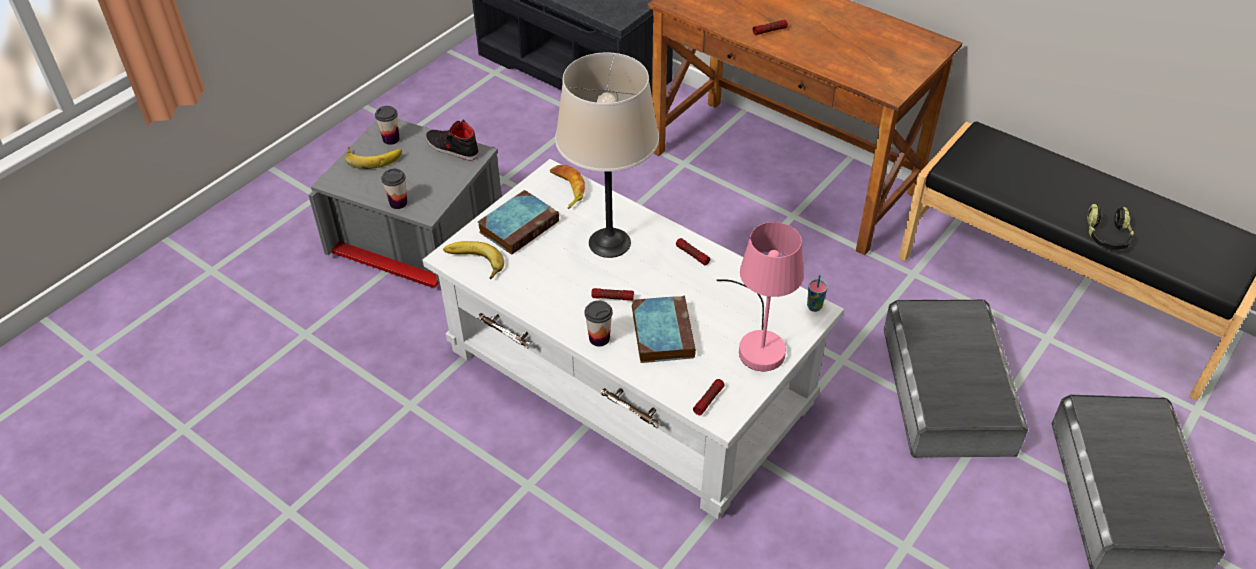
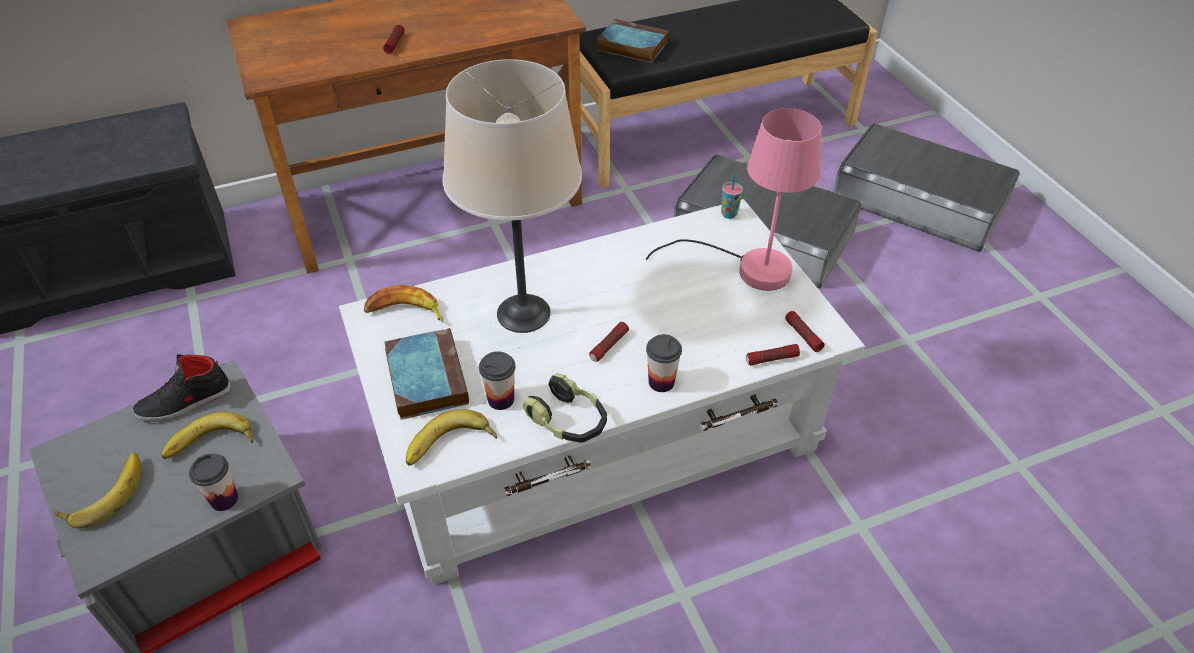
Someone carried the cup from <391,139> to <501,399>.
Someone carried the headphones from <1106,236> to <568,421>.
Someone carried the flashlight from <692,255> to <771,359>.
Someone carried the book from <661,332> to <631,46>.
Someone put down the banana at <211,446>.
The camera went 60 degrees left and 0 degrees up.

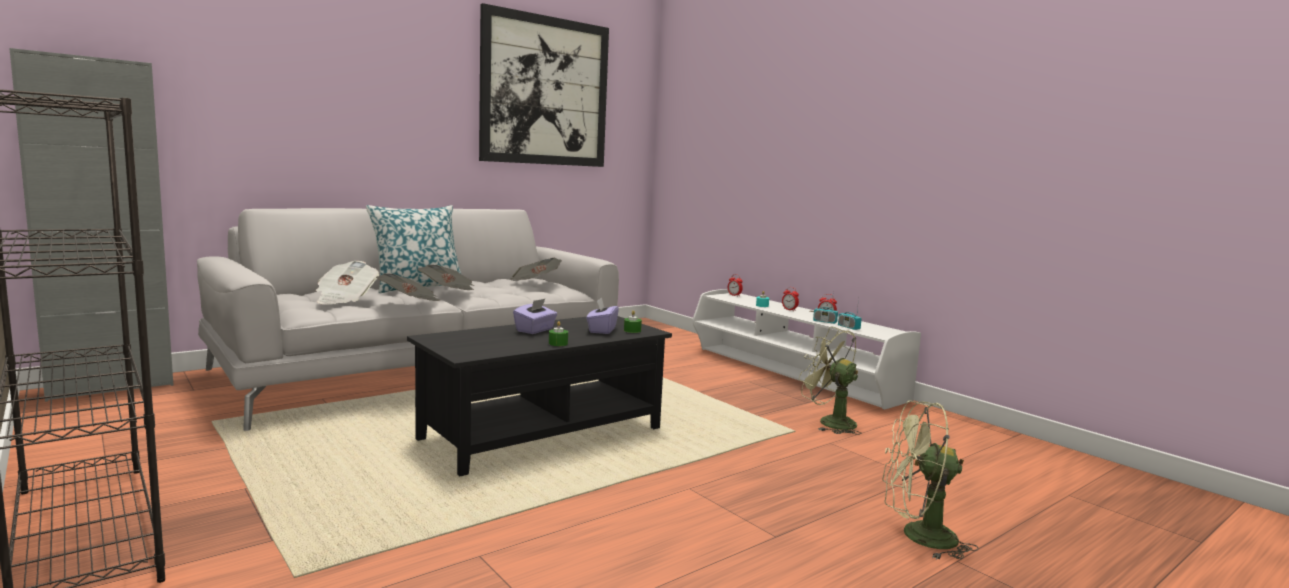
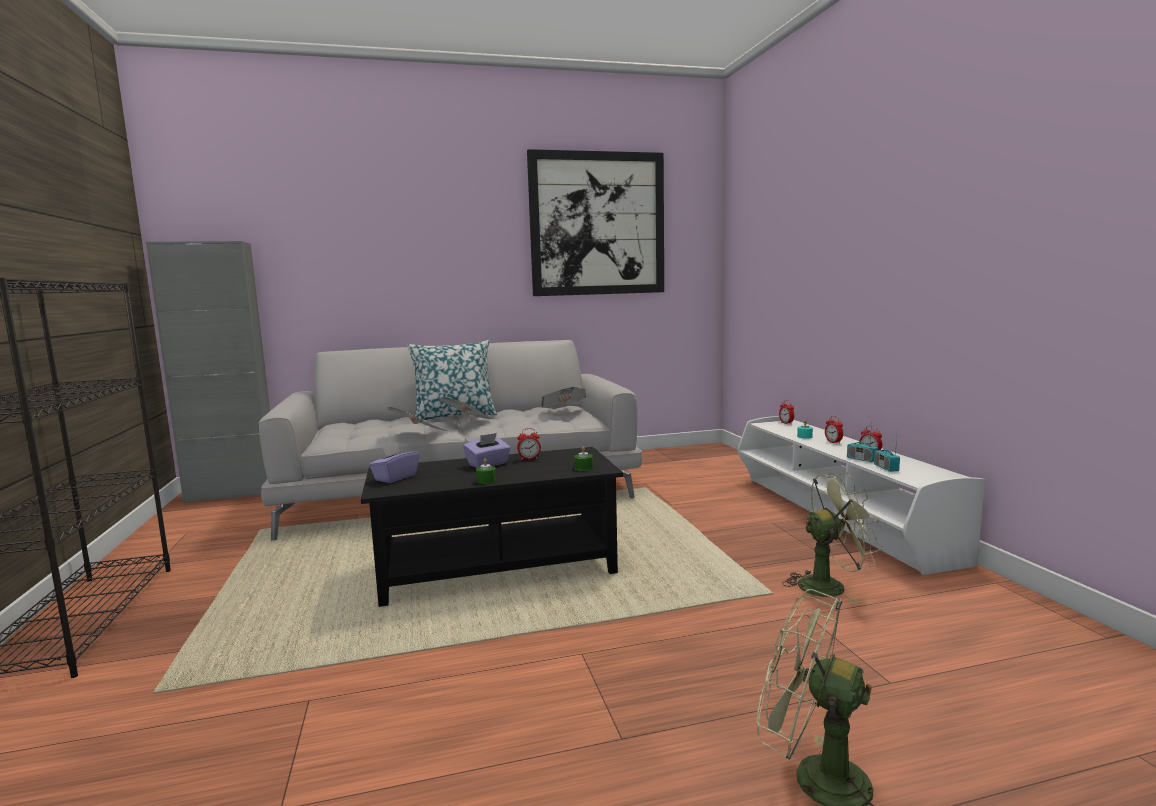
Someone took away the newspaper at <345,299>.
Someone carried the tissue box (purple) from <602,330> to <395,477>.
Someone rotated the fan (green) at <829,422> by 105 degrees clockwise.
Someone put down the alarm clock at <529,458>.
The camera went 25 degrees right and 0 degrees up.

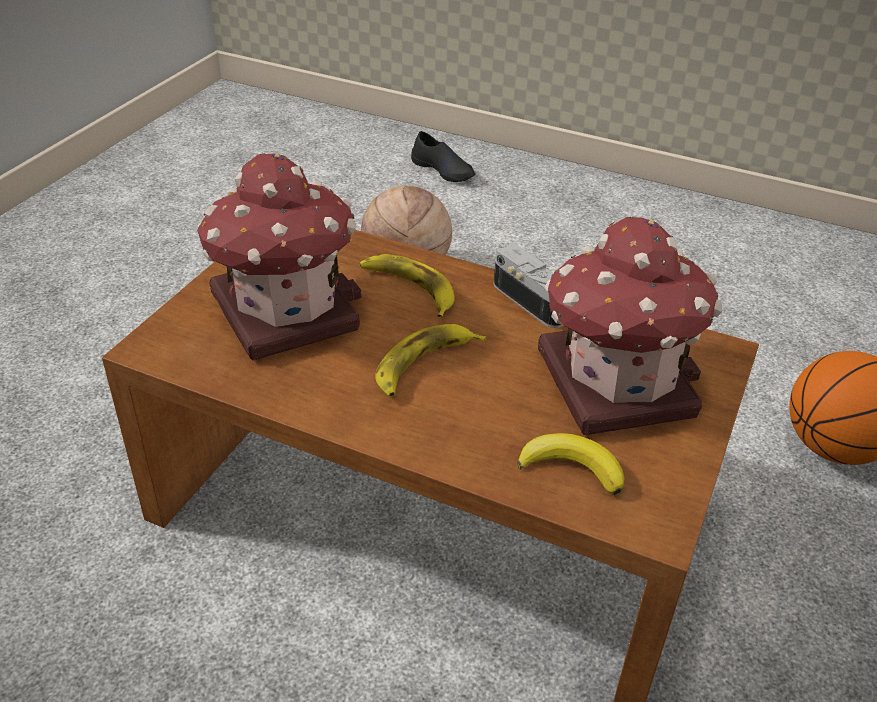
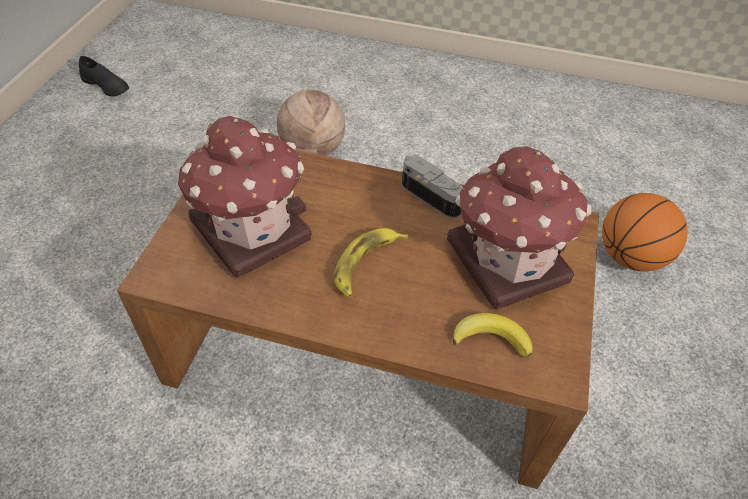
Someone carried the shoe (black) from <443,170> to <106,85>.
Someone took away the banana at <409,289>.
The camera went 10 degrees left and 10 degrees up.

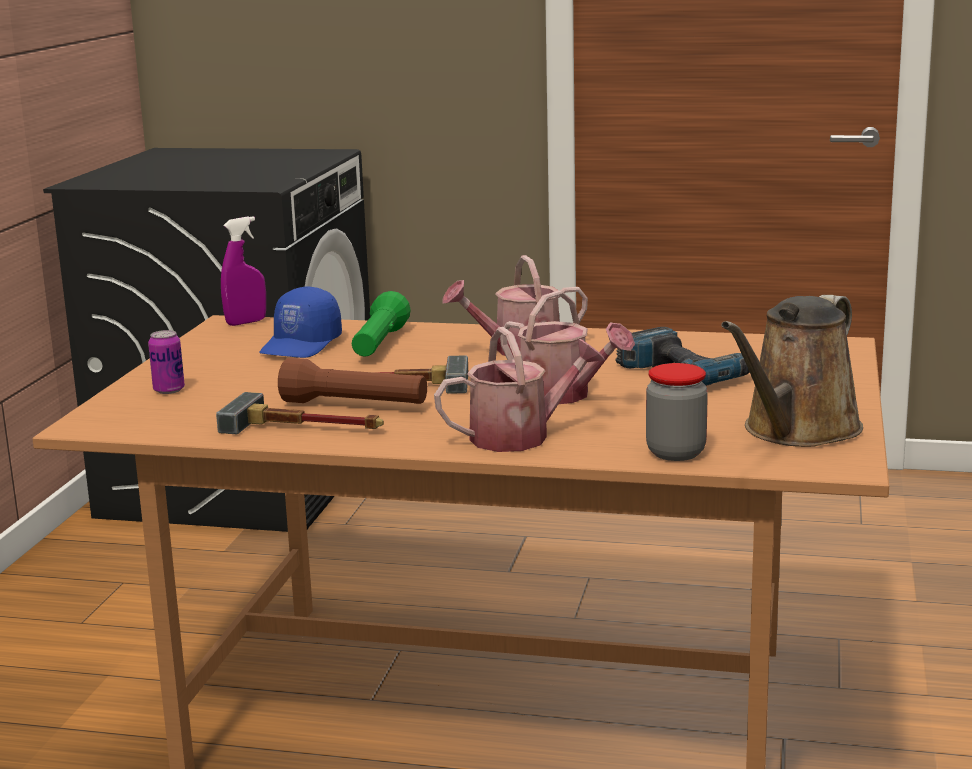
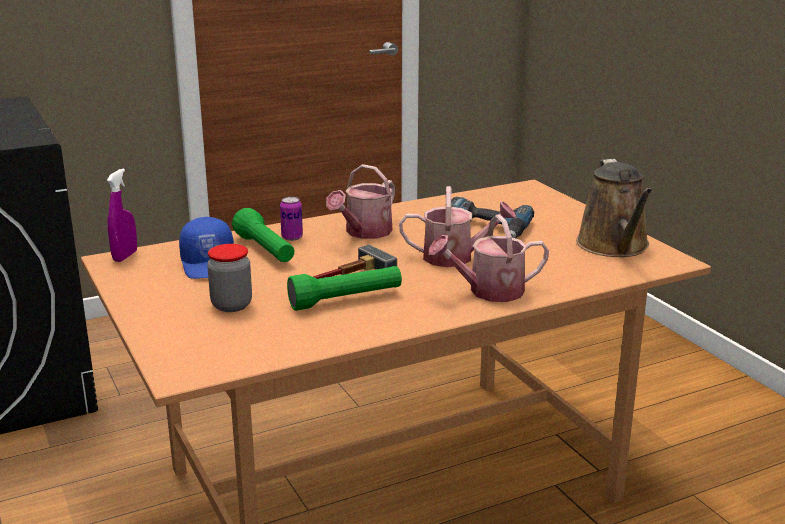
Someone rotated the watering can at <520,436> by 135 degrees counterclockwise.
Someone carried the can from <169,390> to <292,237>.
Someone repainted the flashlight (brown) at <355,405>, which became the flashlight (green) at <346,300>.
Someone carried the jar from <675,453> to <231,305>.
Someone took away the hammer at <306,427>.
The camera went 40 degrees left and 5 degrees up.

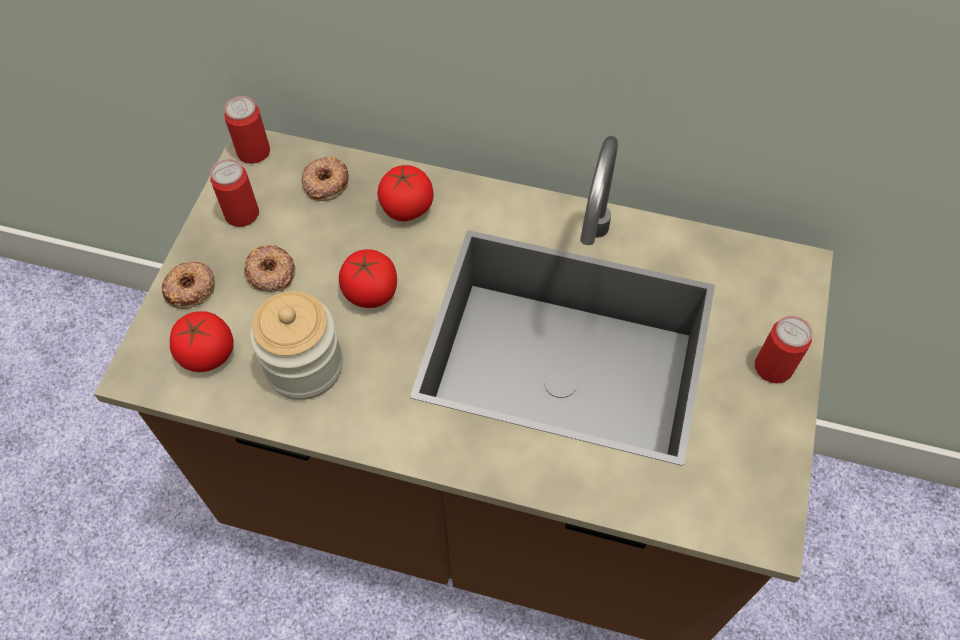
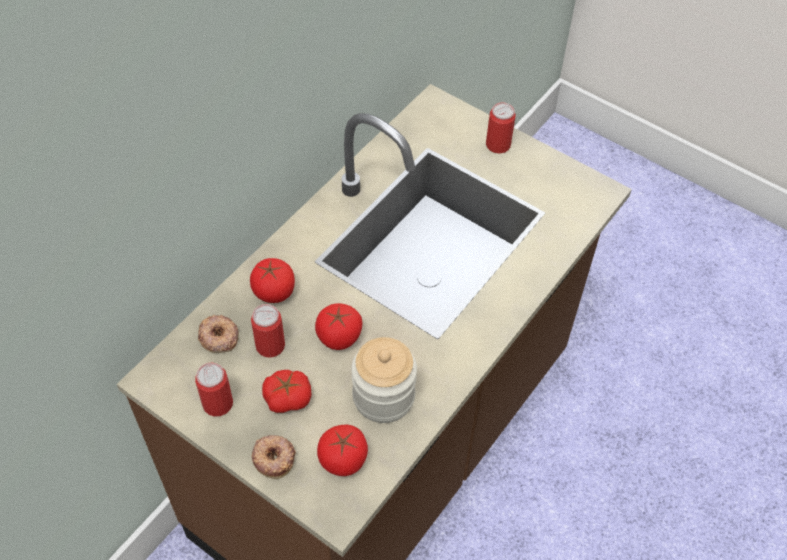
Someone carried the can from <253,152> to <270,345>.
Someone swapped the donut at <270,272> for the tomato at <287,397>.
The camera went 70 degrees left and 5 degrees down.

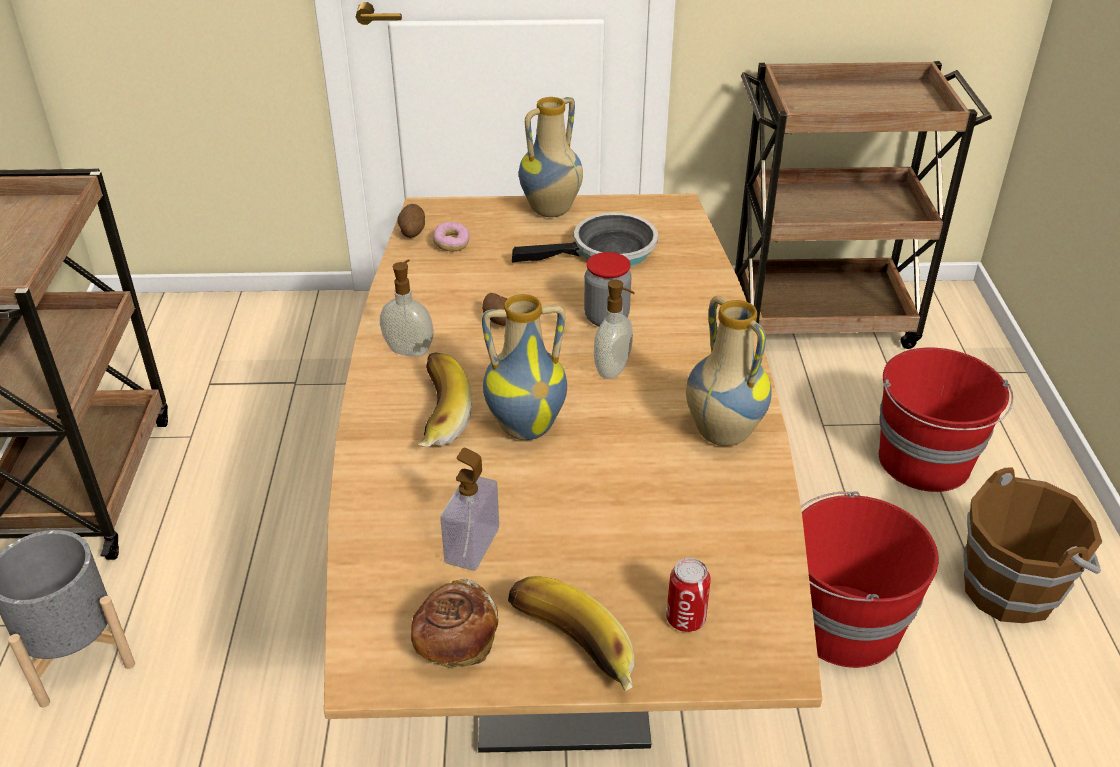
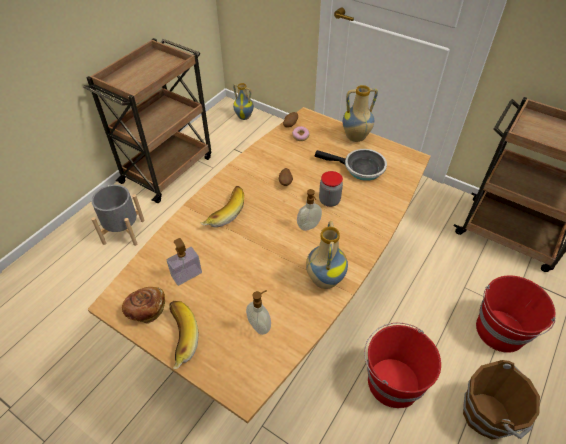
Someone carried the soap dispenser from <409,350> to <260,326>.
Someone carried the vase from <526,426> to <244,117>.
Someone took away the can at <685,619>.
The camera went 35 degrees right and 10 degrees up.

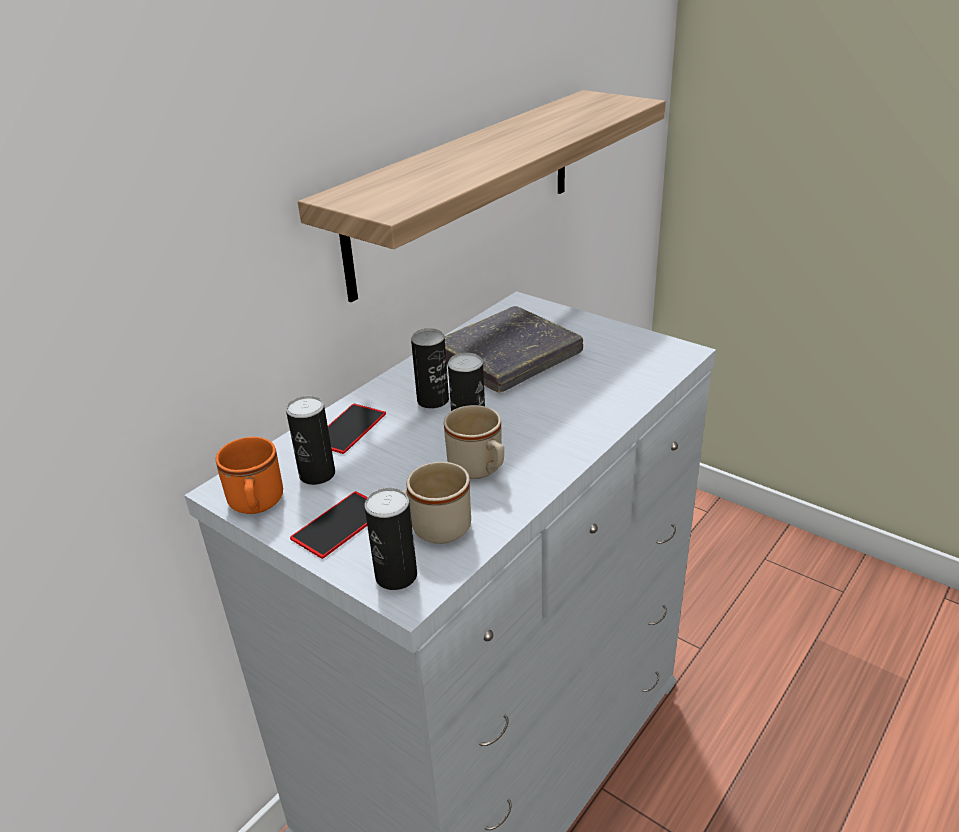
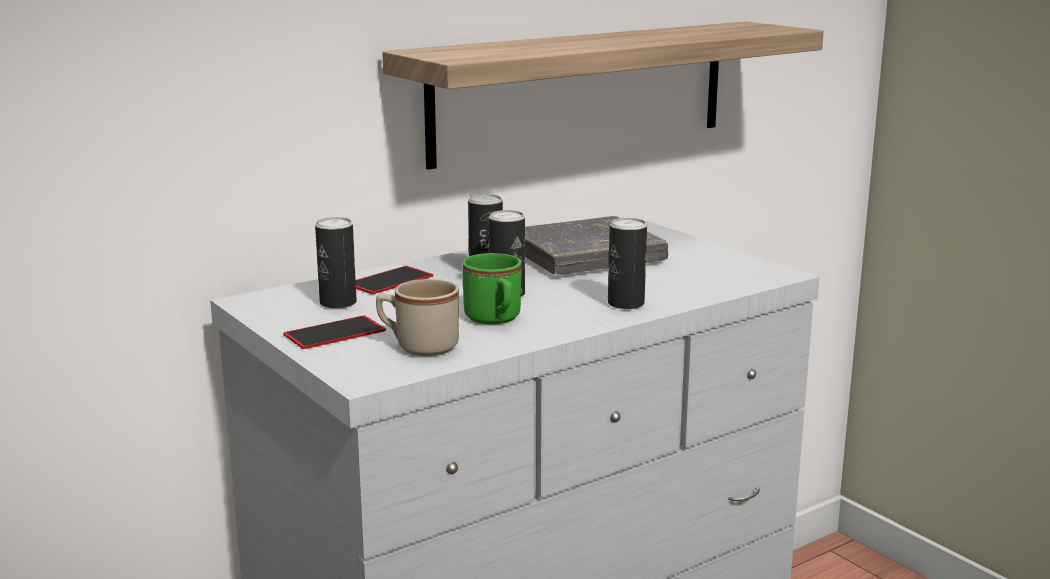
Someone repainted the mug (beige) at <480,470>, which became the mug (green) at <495,319>.
Someone took away the mug (orange) at <256,505>.
Someone carried the can from <396,576> to <626,303>.
The camera went 15 degrees right and 15 degrees down.

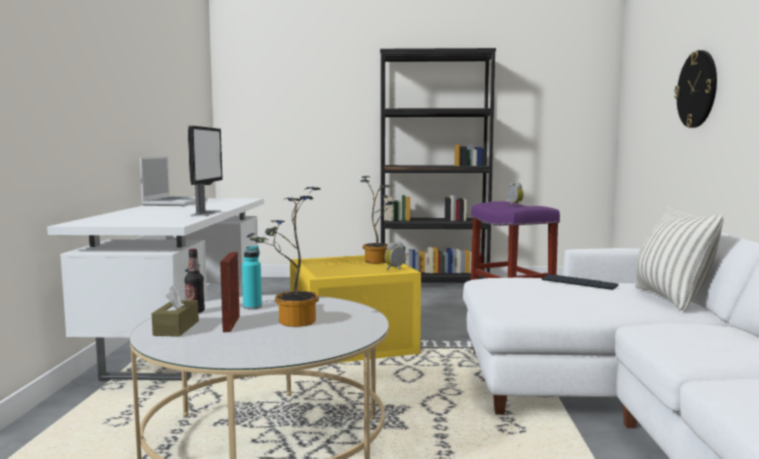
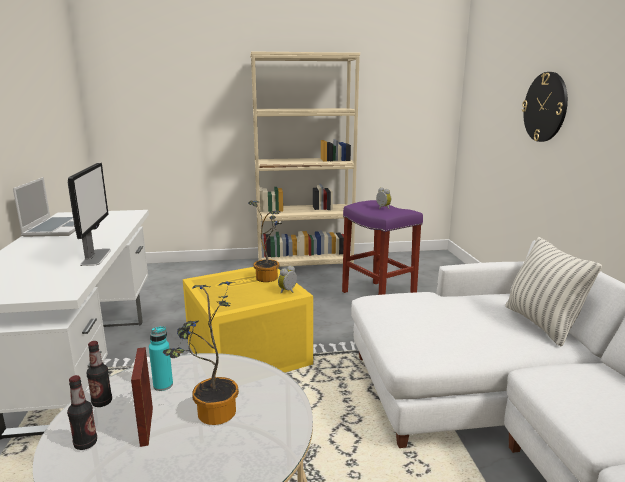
Someone repainted the bookcase (black) at <434,284>, which became the bookcase (beige) at <305,264>.
Someone took away the keyboard at <578,283>.
Someone swapped the tissue box (brown) at <176,328> for the bottle at <85,443>.
The camera went 10 degrees left and 10 degrees up.

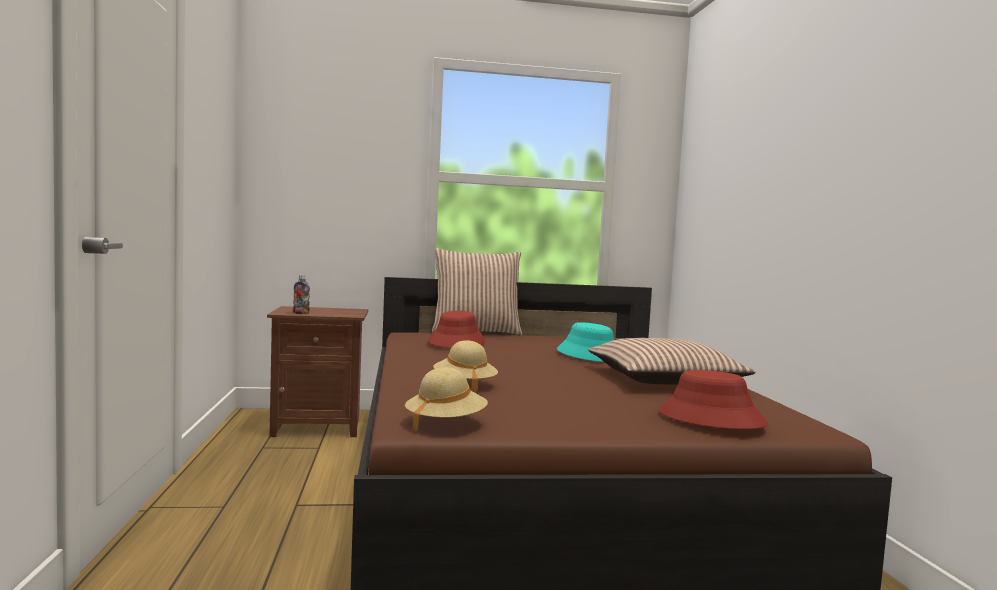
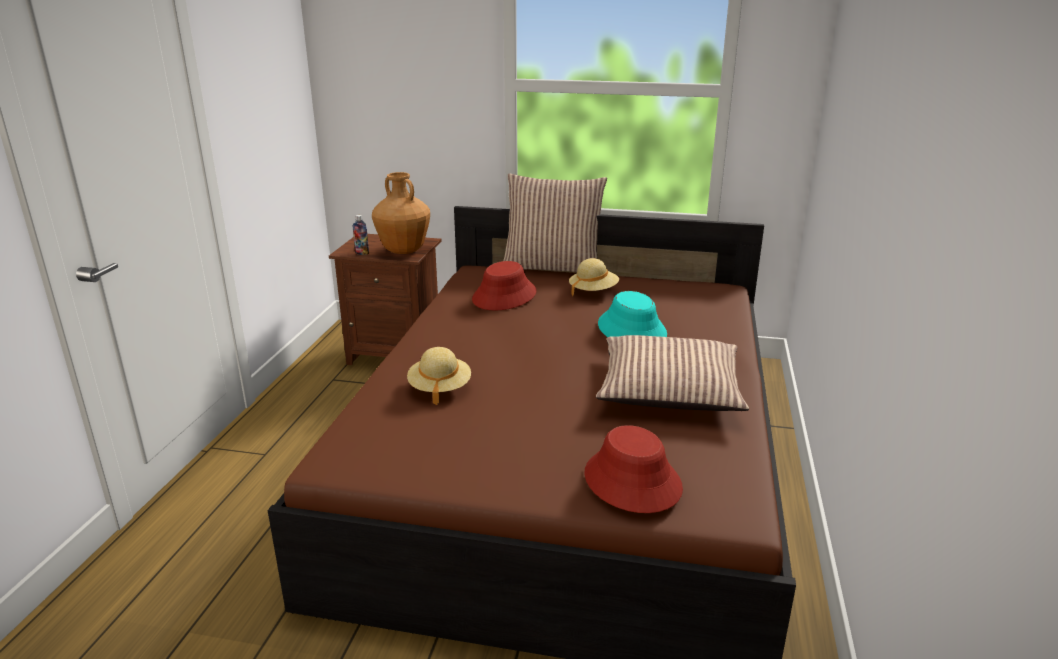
Someone carried the hat (beige) from <445,423> to <593,291>.
Someone put down the vase (brown) at <404,251>.
The camera went 20 degrees right and 20 degrees up.

